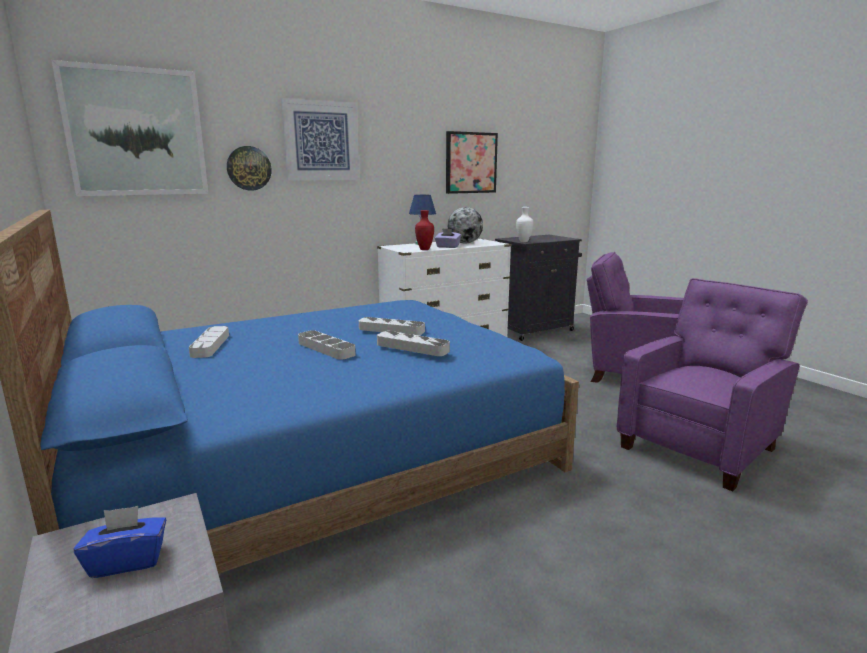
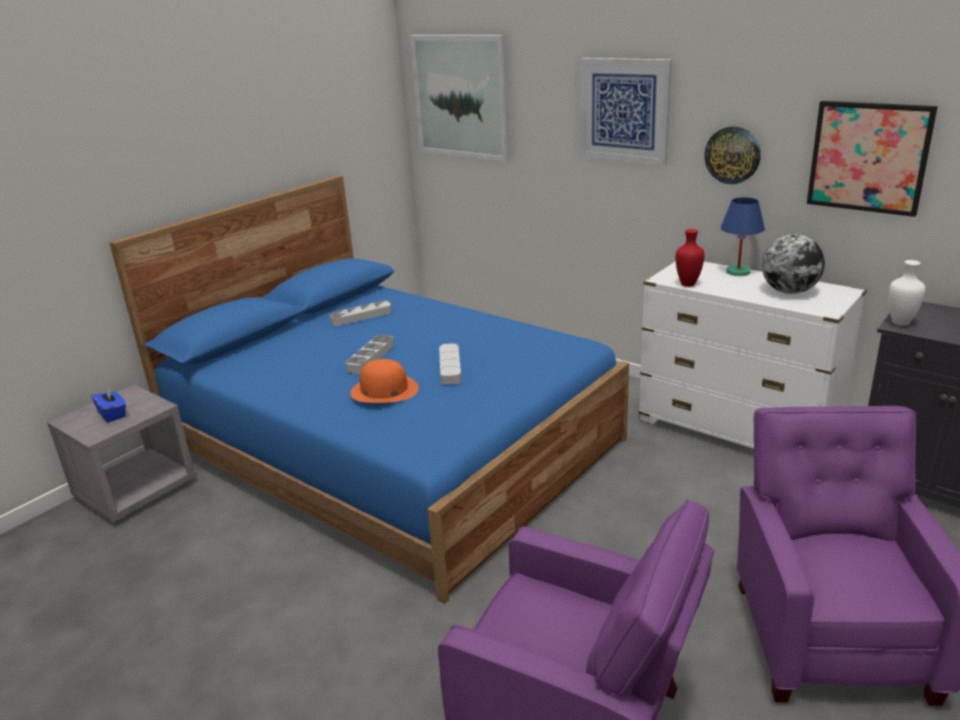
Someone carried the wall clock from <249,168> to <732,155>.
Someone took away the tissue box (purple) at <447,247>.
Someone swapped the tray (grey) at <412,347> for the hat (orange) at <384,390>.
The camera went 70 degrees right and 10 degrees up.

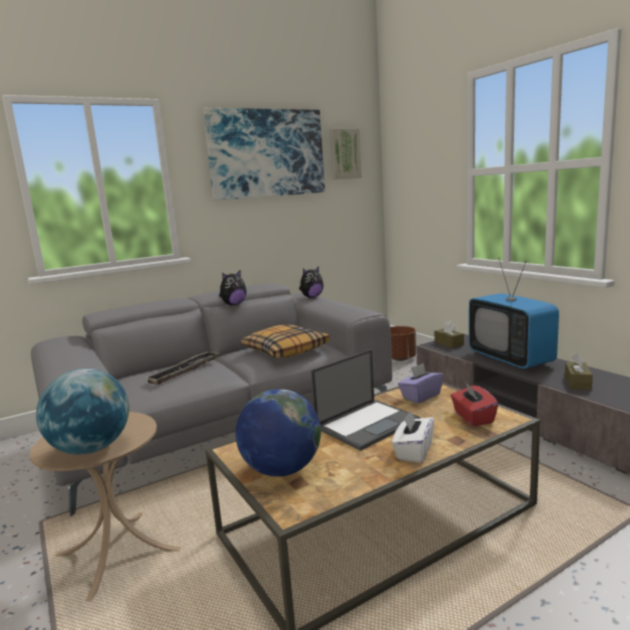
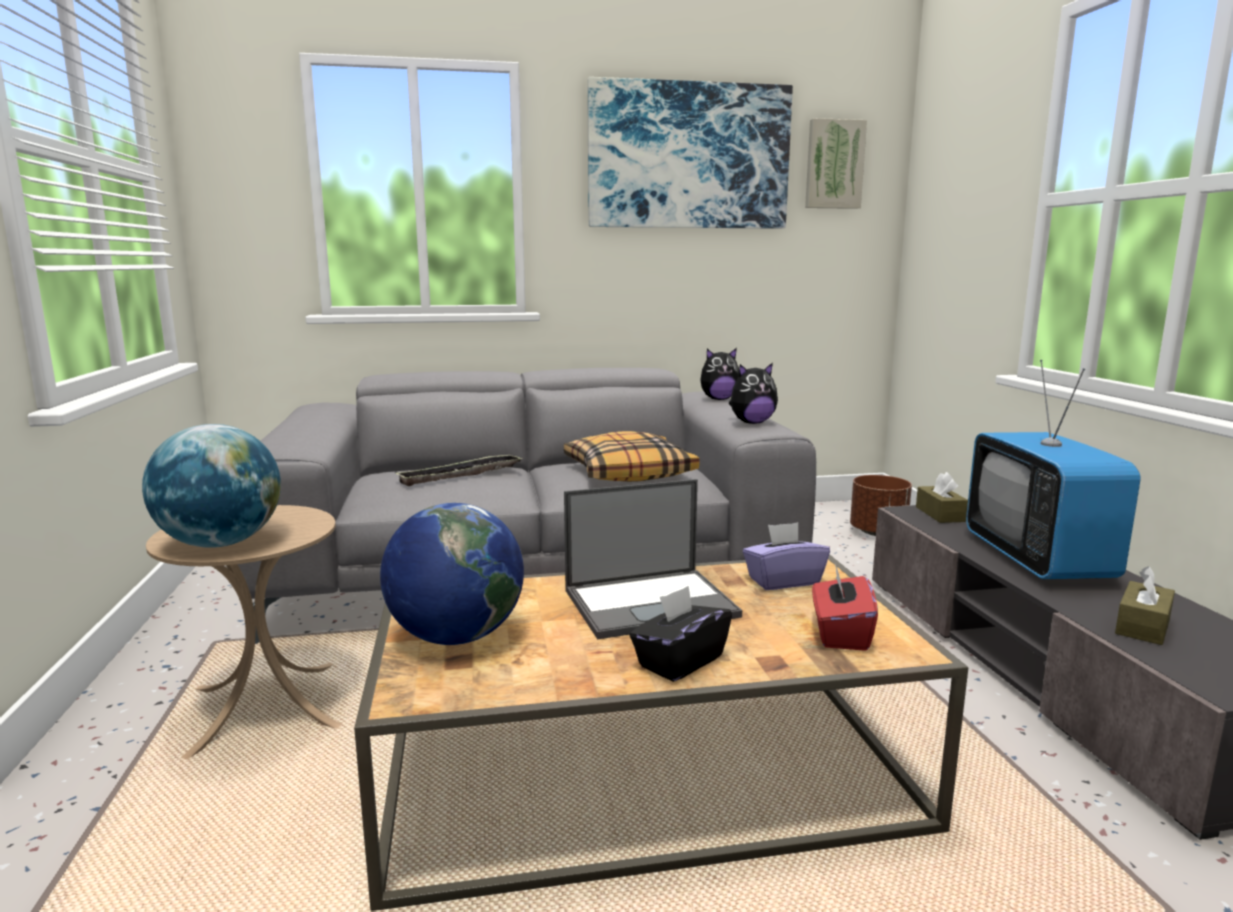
Someone carried the plush toy from <234,304> to <751,423>.
Someone repainted the tissue box (white) at <413,451>, which became the tissue box (black) at <679,661>.
The camera went 20 degrees right and 0 degrees up.

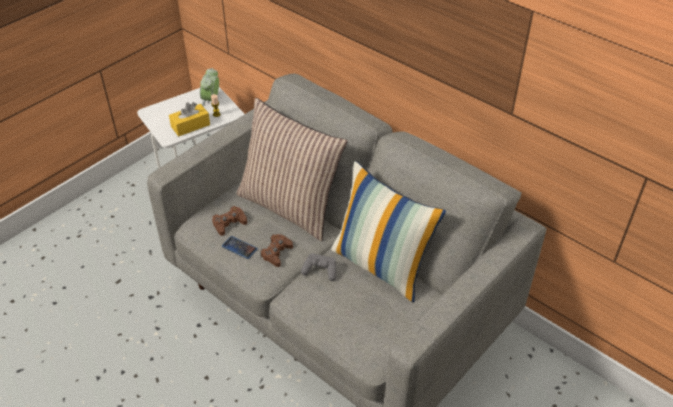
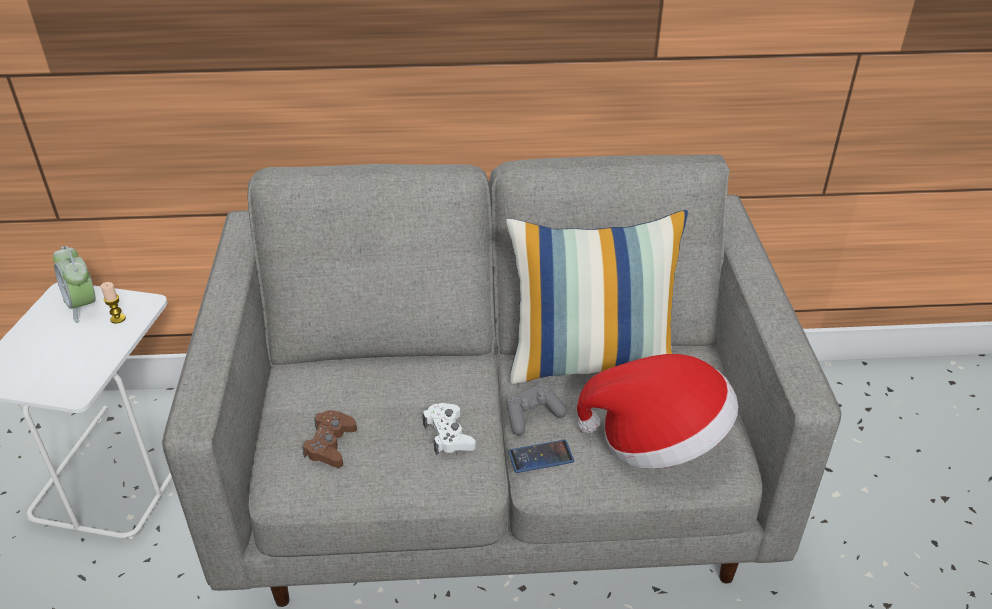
Someone took away the pillow at <290,206>.
Someone took away the tissue box (yellow) at <190,126>.
Someone repainted the game controller (brown) at <276,253>, which became the game controller (white) at <448,435>.
Someone carried the phone from <239,248> to <541,457>.
Someone put down the hat at <657,440>.
The camera went 45 degrees left and 5 degrees down.

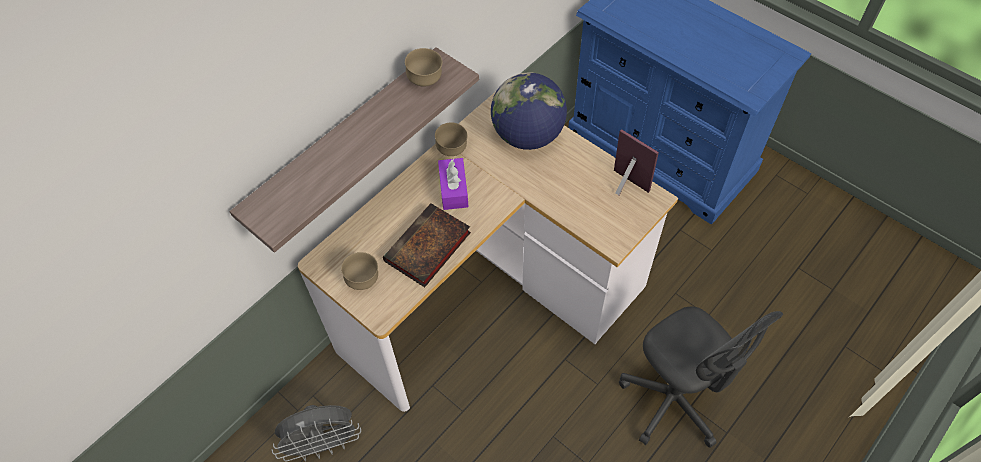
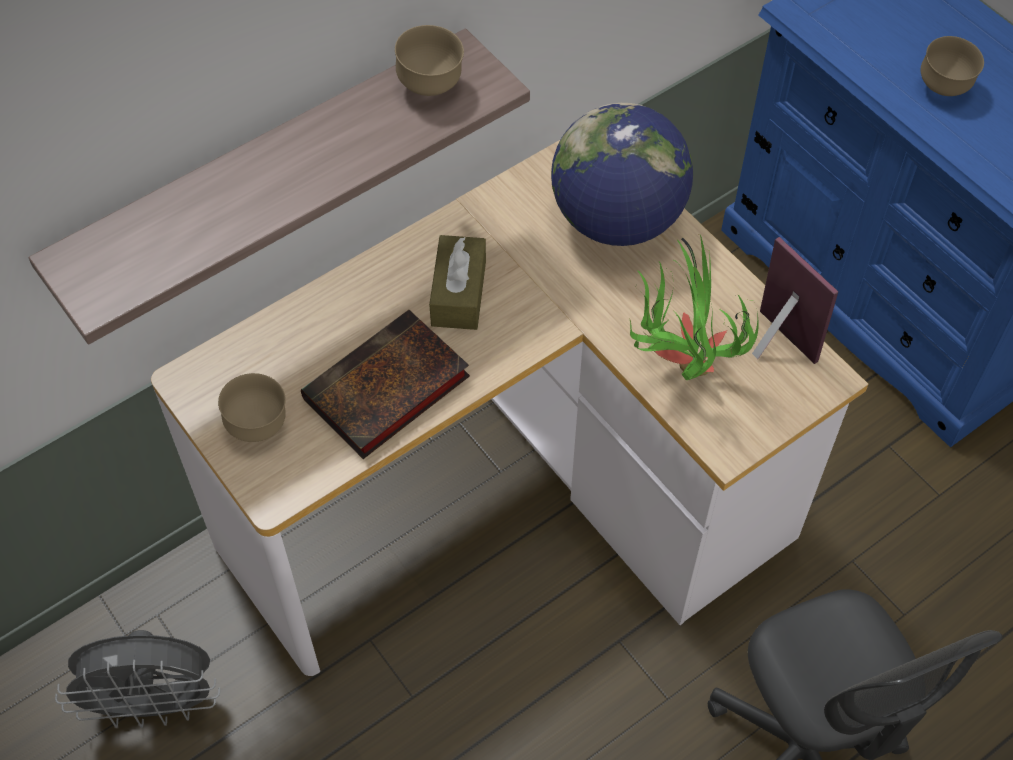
Someone carried the bowl (brown) from <452,150> to <943,88>.
Someone repainted the tissue box (purple) at <453,189>, which became the tissue box (brown) at <458,293>.
Someone put down the potted plant at <678,366>.
The camera went 10 degrees right and 0 degrees up.

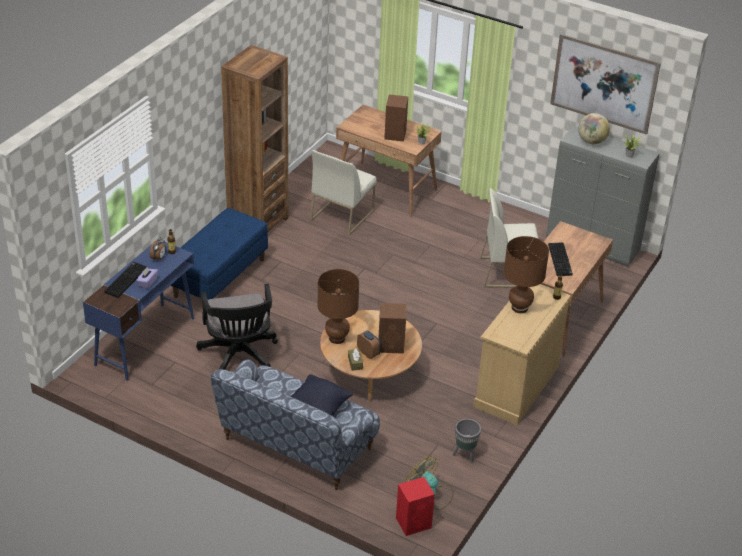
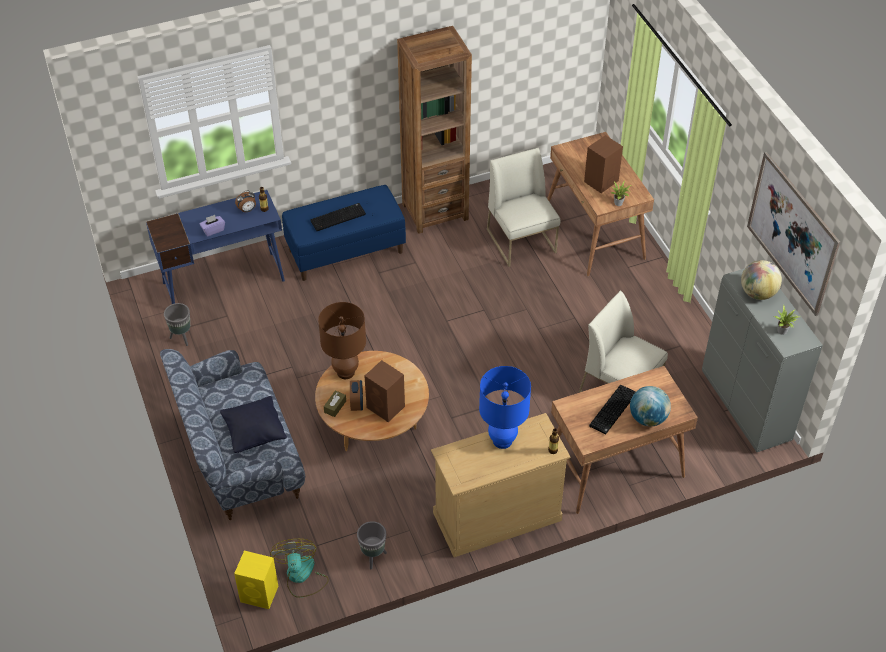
Someone rotated the chair (white) at <342,215> by 90 degrees clockwise.
Someone repainted the table lamp (brown) at <519,308>, which became the table lamp (blue) at <502,440>.
Someone carried the keyboard from <125,280> to <338,217>.
Someone took away the office chair (black) at <239,357>.
Someone repainted the speaker (red) at <414,522>, which became the speaker (yellow) at <260,594>.
Someone put down the planter (grey) at <182,337>.
Someone put down the globe at <648,418>.
The camera went 40 degrees right and 10 degrees up.

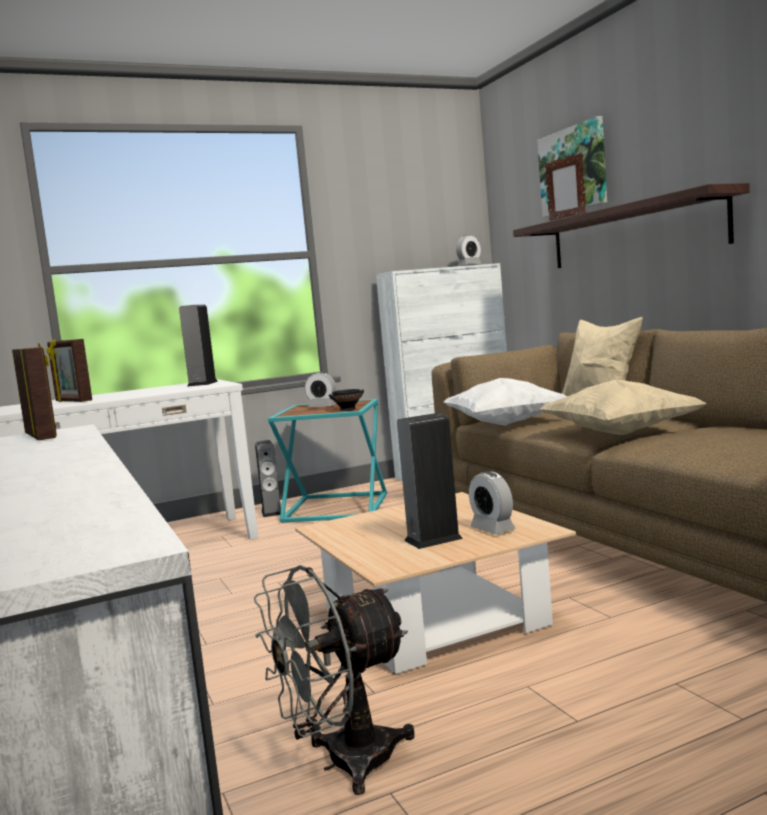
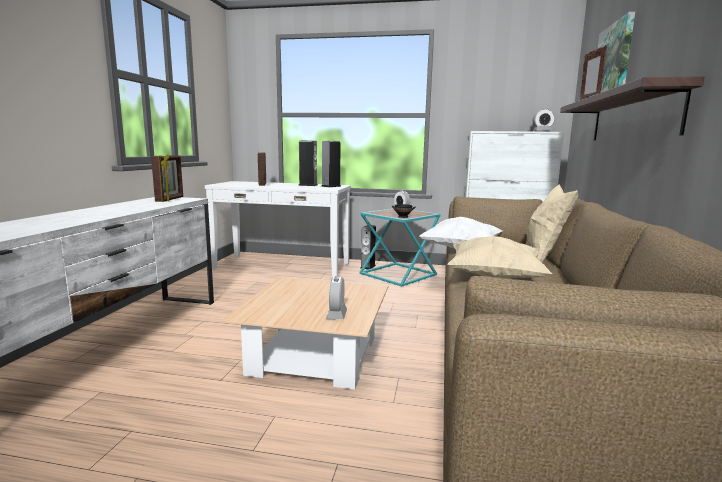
Someone carried the speaker from <433,539> to <308,185>.
Someone took away the fan (grey) at <343,763>.
The camera went 35 degrees right and 5 degrees up.

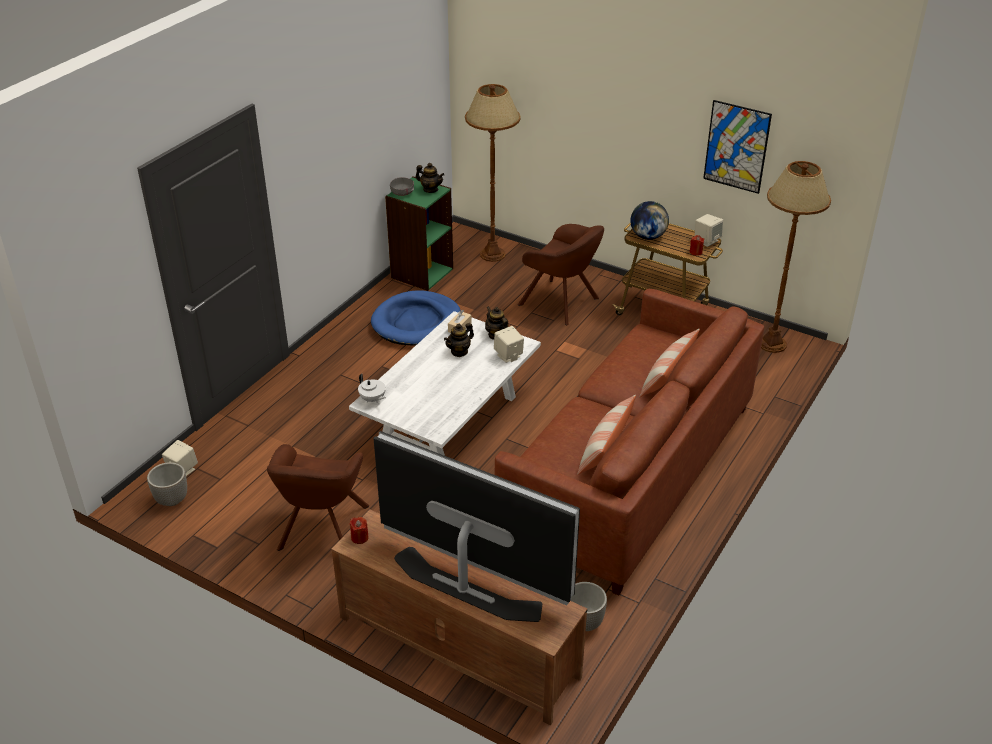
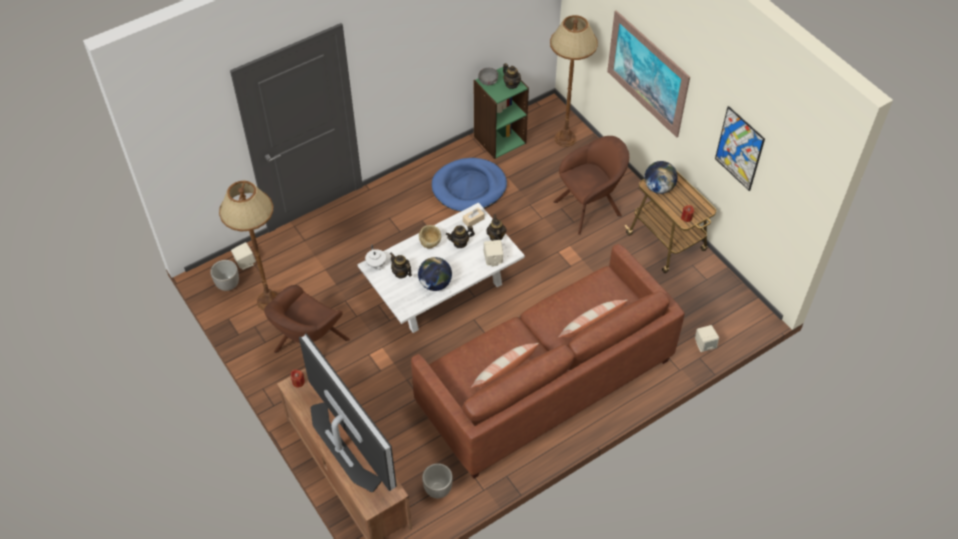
Someone carried the floor lamp (brown) from <771,344> to <268,300>.
Someone carried the speaker (beige) from <707,240> to <704,345>.
Someone rotated the armchair (brown) at <562,303> by 90 degrees counterclockwise.
Someone put up the picture at <647,73>.
Someone put down the bowl (beige) at <430,243>.
Someone put down the teapot at <401,273>.
Someone put down the globe at <435,284>.
The camera went 25 degrees right and 15 degrees up.

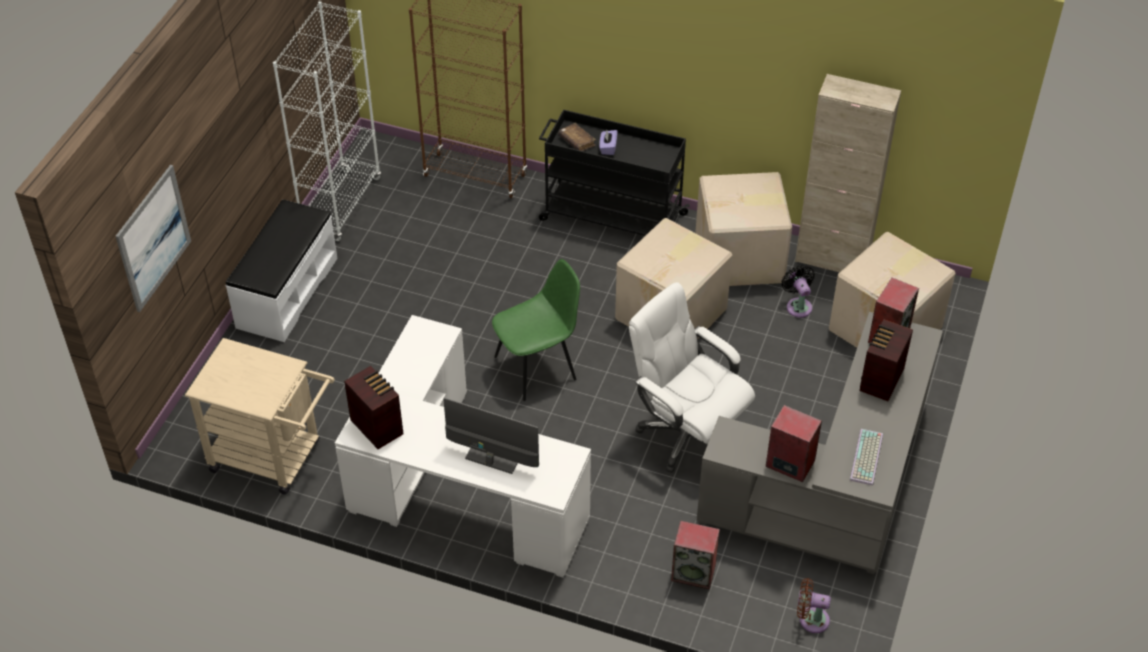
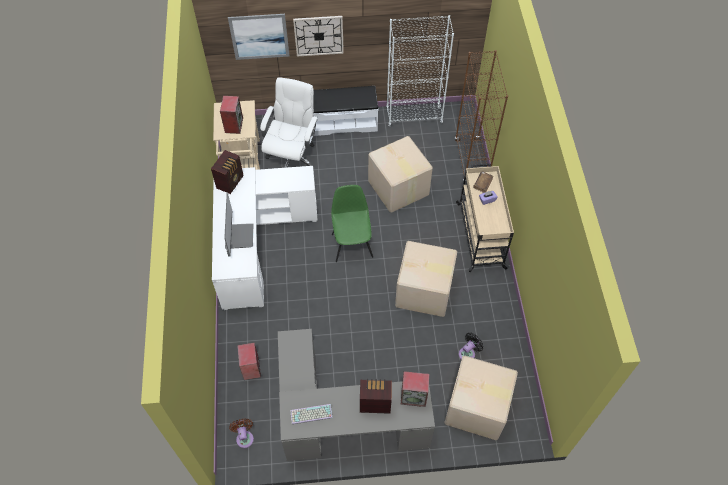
Someone took away the cabinet (beige) at <832,260>.
Someone repainted the cart (black) at <611,217>, which became the cart (beige) at <480,234>.
Someone carried the cardboard box from <740,258> to <398,189>.
Someone rotated the chair (green) at <537,367> by 135 degrees counterclockwise.
Someone carried the office chair (white) from <686,434> to <292,156>.
Someone carried the speaker from <789,463> to <233,125>.
Someone put up the wall clock at <319,35>.
The camera went 65 degrees right and 10 degrees up.

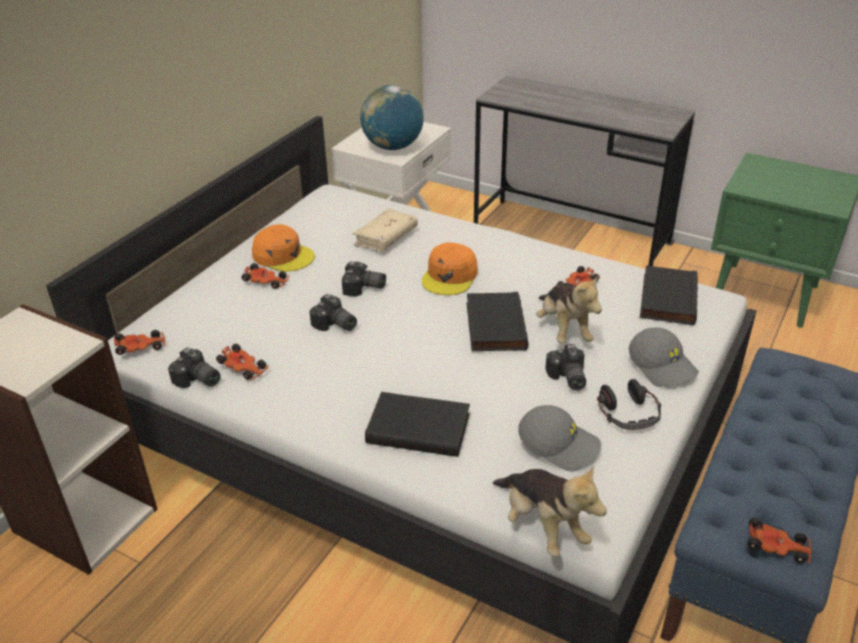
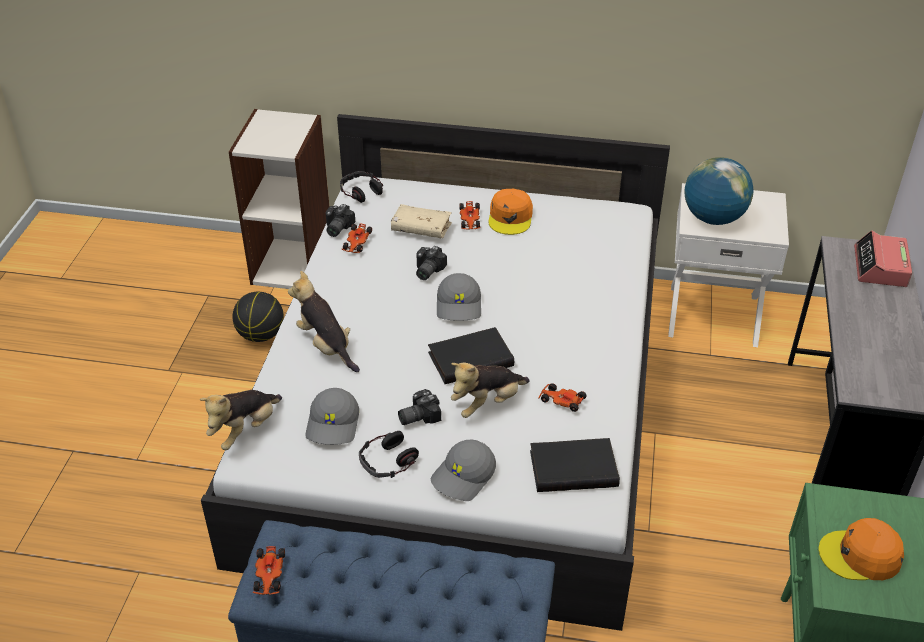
Someone carried the book (beige) from <386,238> to <421,228>.
Someone carried the cap (orange) from <450,276> to <860,556>.
Someone took away the photo camera at <364,288>.
Someone swapped the toy car at <141,346> for the headphones at <361,191>.
Someone swapped the book (black) at <419,427> for the plush toy at <326,346>.
Someone put down the alarm clock at <880,267>.
Someone put down the cap (grey) at <459,305>.
Someone put down the basketball at <261,335>.
The camera went 70 degrees right and 5 degrees up.

